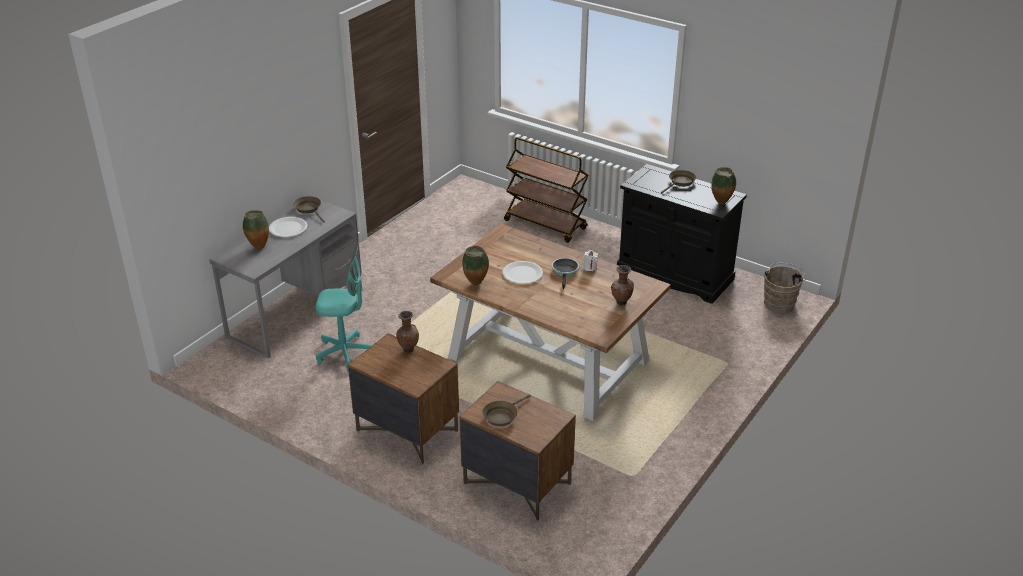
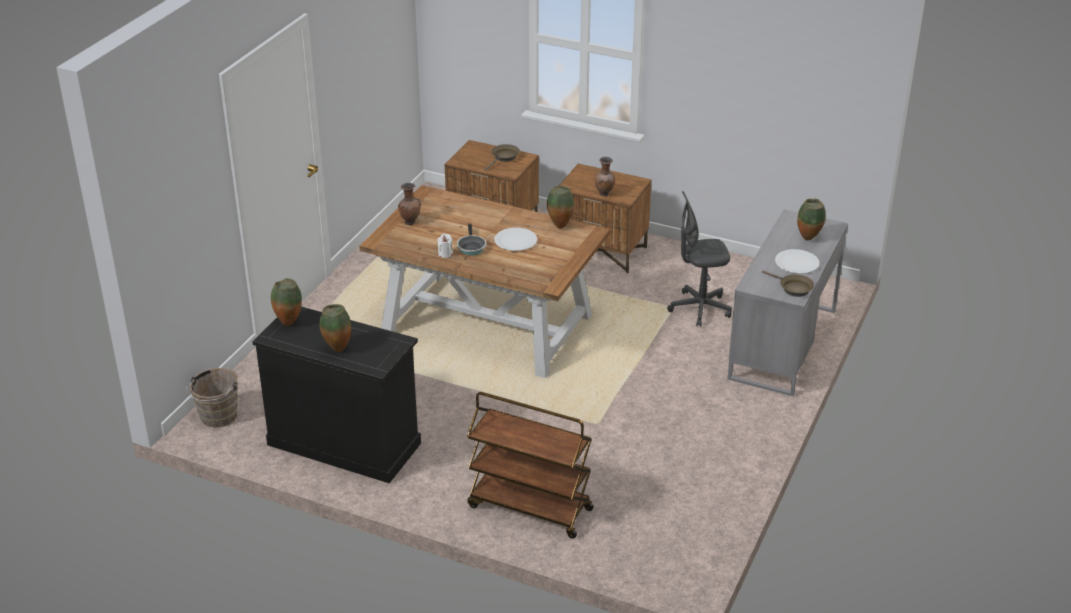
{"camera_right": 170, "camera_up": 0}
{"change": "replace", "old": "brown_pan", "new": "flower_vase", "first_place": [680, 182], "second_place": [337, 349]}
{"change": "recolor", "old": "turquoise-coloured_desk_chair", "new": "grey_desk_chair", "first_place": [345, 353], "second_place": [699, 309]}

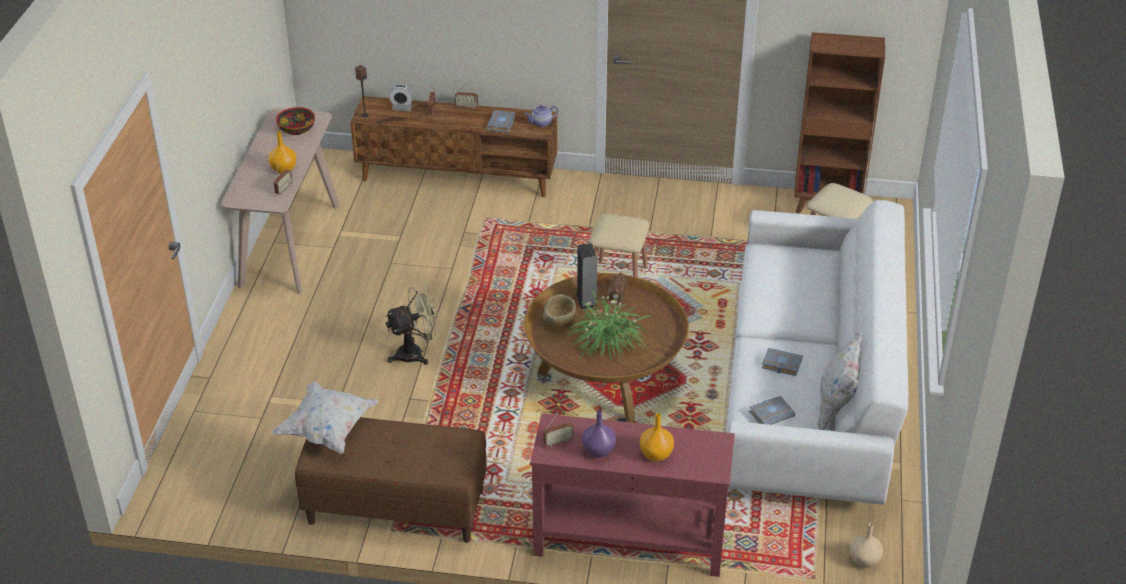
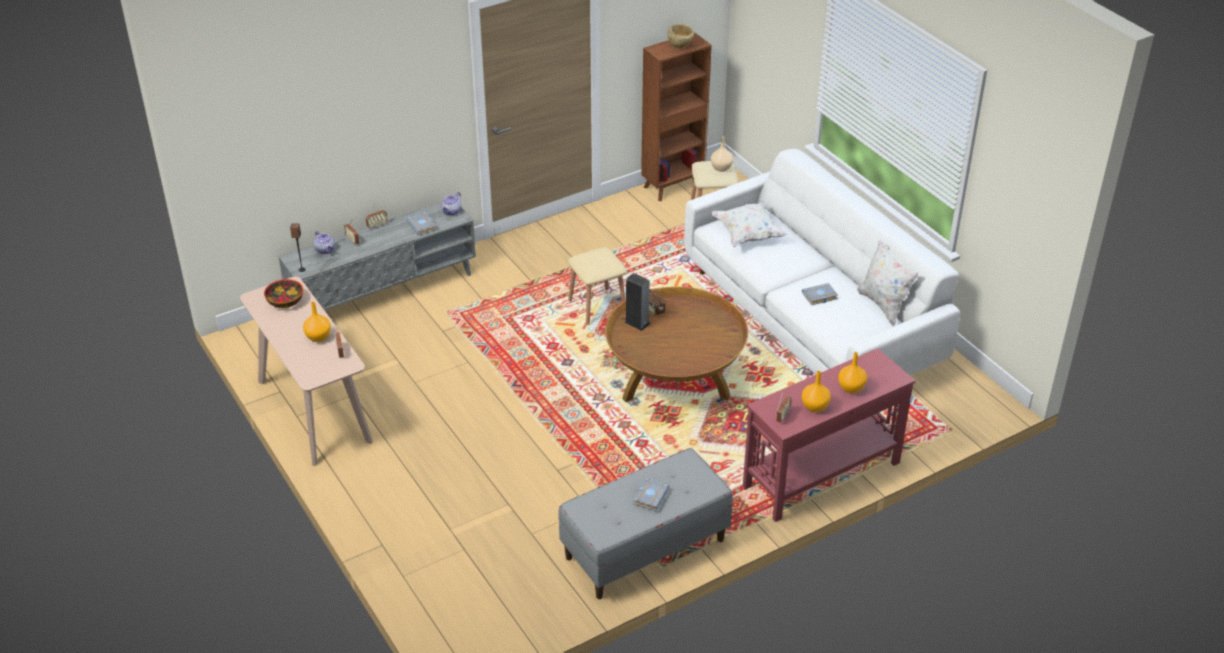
{"camera_right": -40, "camera_up": 0}
{"change": "replace", "old": "bedside_clock", "new": "teapot", "first_place": [402, 108], "second_place": [325, 250]}
{"change": "recolor", "old": "brown_tv_unit", "new": "grey_tv_unit", "first_place": [458, 176], "second_place": [384, 292]}
{"change": "delete", "old": "beige_cooling_fan", "first_place": [416, 353]}
{"change": "delete", "old": "plant_in_a_pot", "first_place": [607, 343]}
{"change": "move", "old": "beige_serving_bowl", "first_place": [559, 322], "second_place": [680, 45]}
{"change": "move", "old": "white_cushion", "first_place": [327, 429], "second_place": [747, 234]}
{"change": "move", "old": "grey_volume", "first_place": [771, 413], "second_place": [650, 496]}
{"change": "recolor", "old": "purplish_flower_vase", "new": "orange-coloured_flower_vase", "first_place": [598, 451], "second_place": [814, 407]}
{"change": "recolor", "old": "brown_indoor_bench", "new": "grey_indoor_bench", "first_place": [395, 507], "second_place": [645, 549]}
{"change": "move", "old": "beige_flower_vase", "first_place": [863, 560], "second_place": [721, 168]}

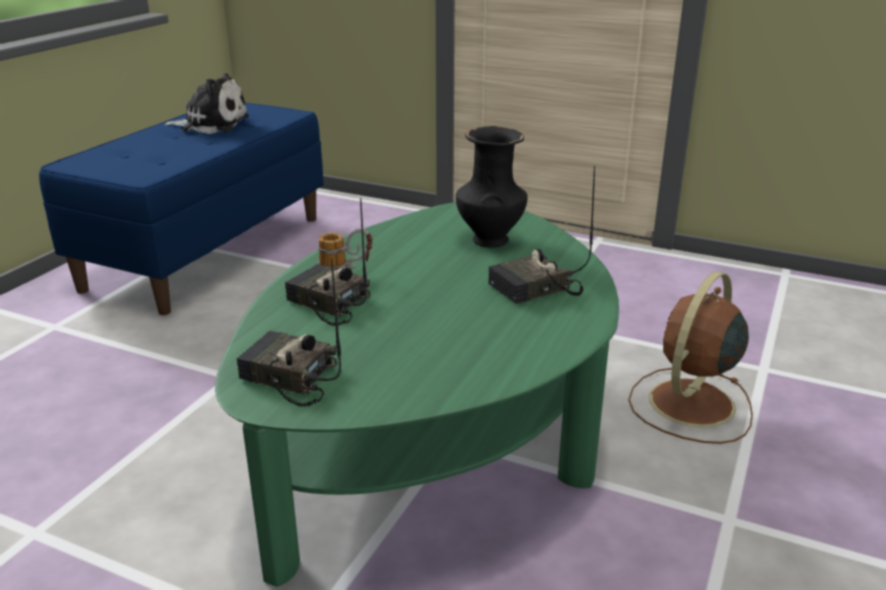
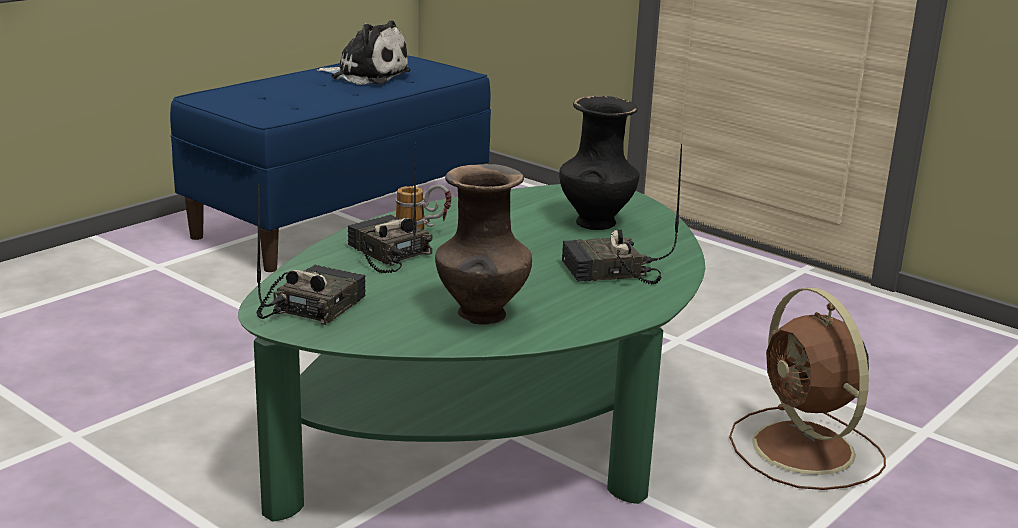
{"camera_right": 15, "camera_up": -5}
{"change": "rotate", "old": "radio_set", "first_place": [288, 378], "second_place": [311, 306], "degrees": 75}
{"change": "rotate", "old": "brown_cooling_fan", "first_place": [690, 405], "second_place": [806, 450], "degrees": -75}
{"change": "insert", "new": "brown_flower_vase", "second_place": [482, 316]}

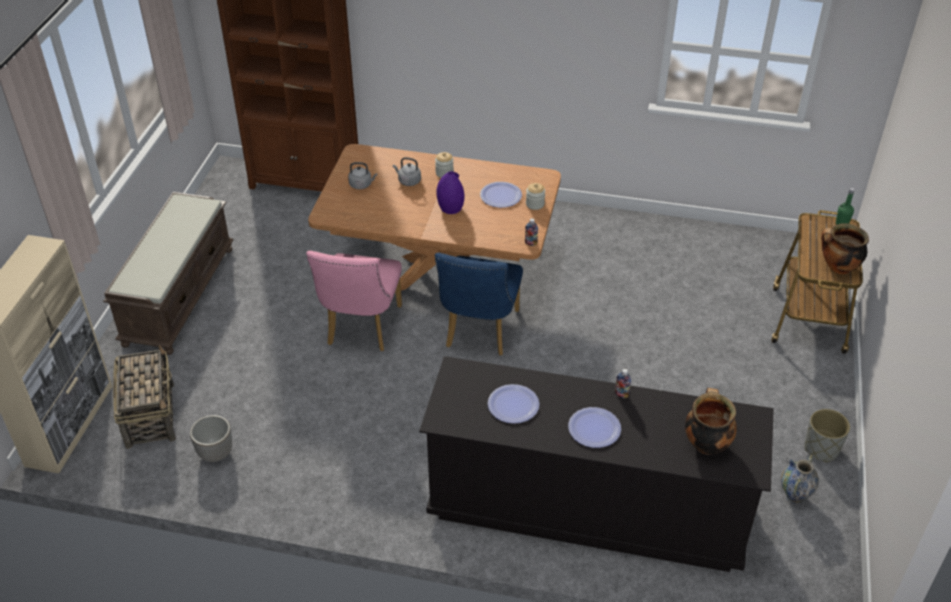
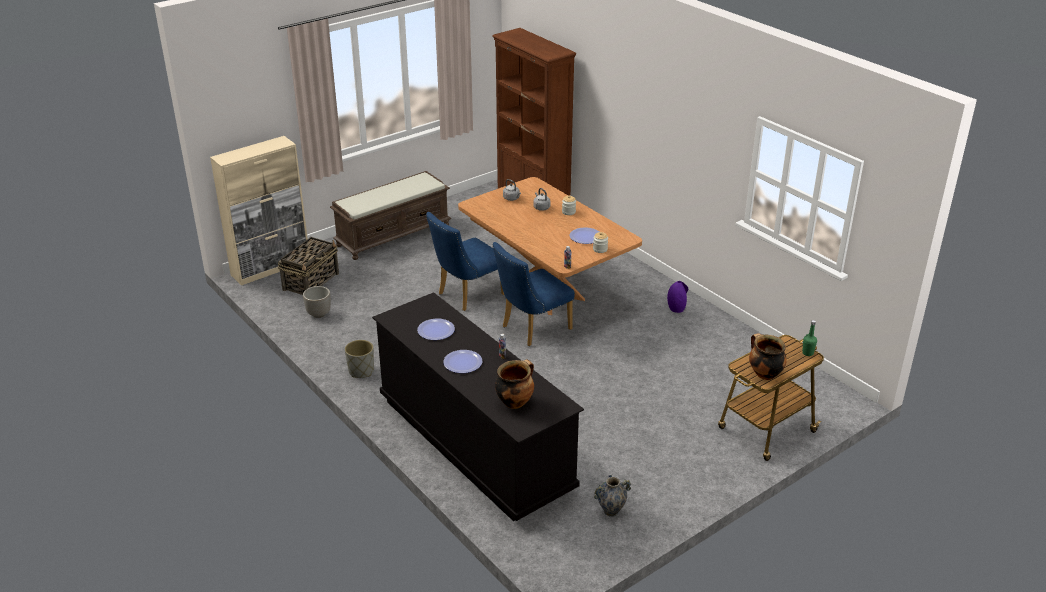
{"camera_right": 40, "camera_up": -10}
{"change": "move", "old": "purplish_flower_vase", "first_place": [450, 208], "second_place": [676, 308]}
{"change": "recolor", "old": "pink-coloured_chair", "new": "blue-coloured_chair", "first_place": [361, 329], "second_place": [466, 295]}
{"change": "move", "old": "grey_planter", "first_place": [822, 449], "second_place": [361, 371]}

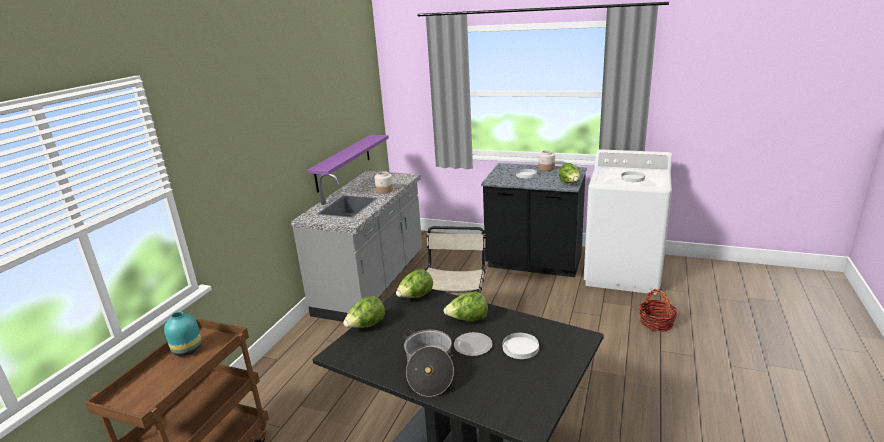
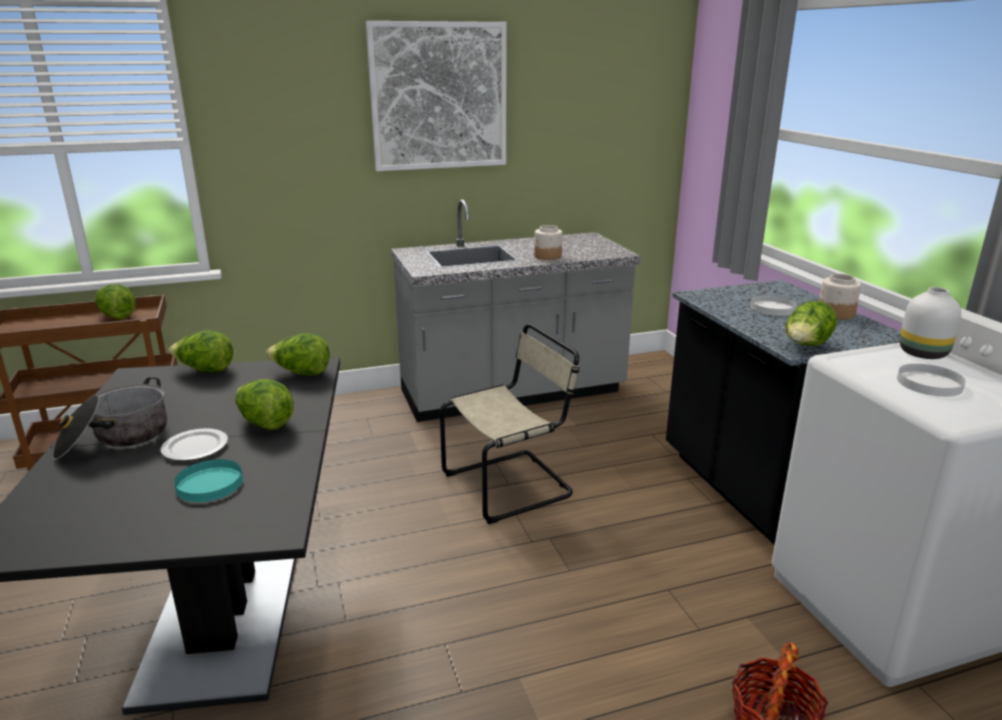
{"camera_right": 50, "camera_up": 0}
{"change": "delete", "old": "purplish_shelf", "first_place": [343, 162]}
{"change": "replace", "old": "turquoise-coloured_flower_vase", "new": "head_of_lettuce", "first_place": [188, 350], "second_place": [117, 316]}
{"change": "recolor", "old": "white_plate", "new": "turquoise-coloured_plate", "first_place": [520, 348], "second_place": [209, 484]}
{"change": "insert", "new": "picture", "second_place": [439, 96]}
{"change": "insert", "new": "white_flower_vase", "second_place": [922, 353]}

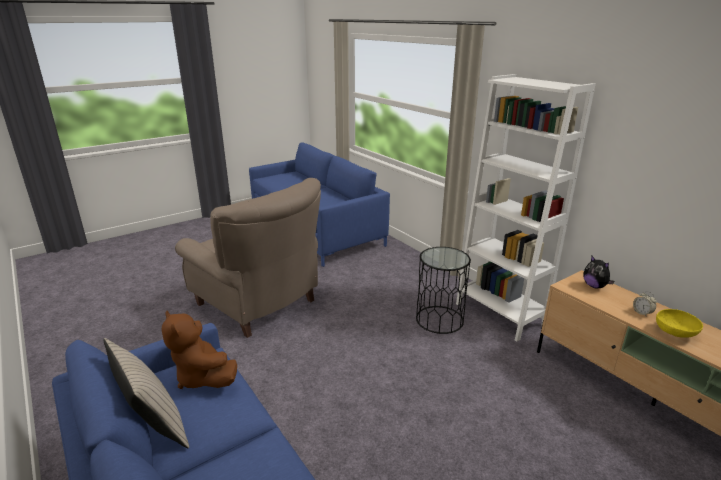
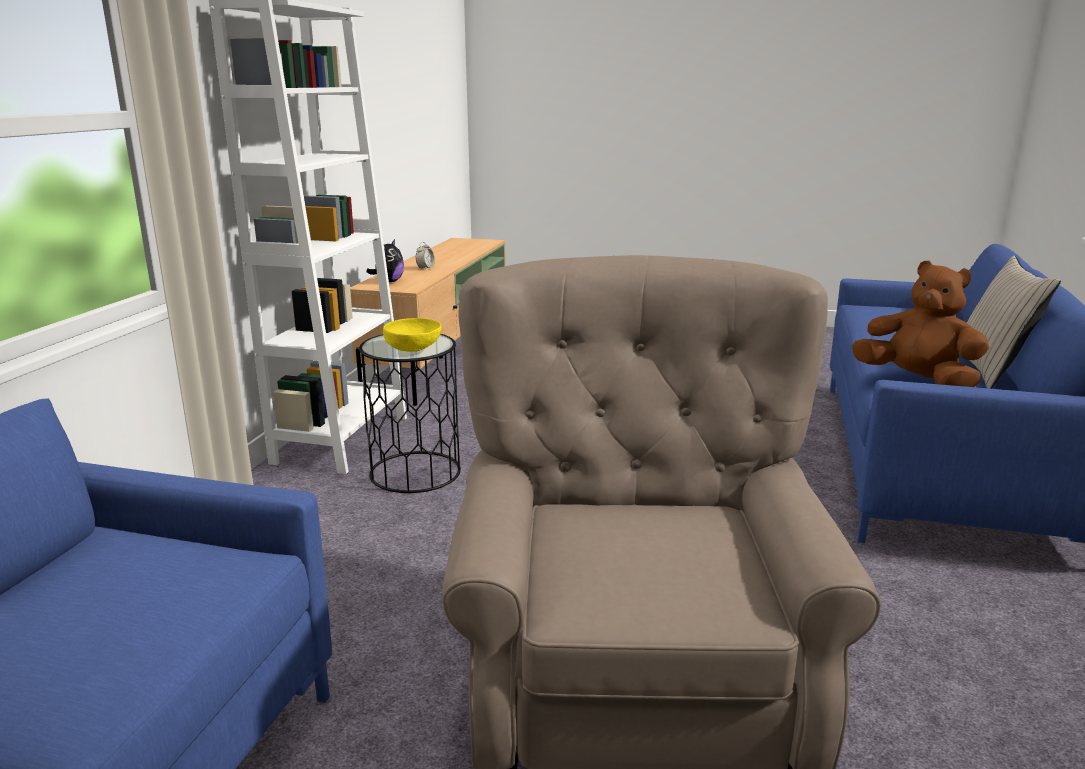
{"camera_right": -130, "camera_up": -5}
{"change": "move", "old": "yellow-coloured_serving_bowl", "first_place": [675, 333], "second_place": [414, 349]}
{"change": "rotate", "old": "brown_soft_toy", "first_place": [203, 377], "second_place": [917, 381], "degrees": -60}

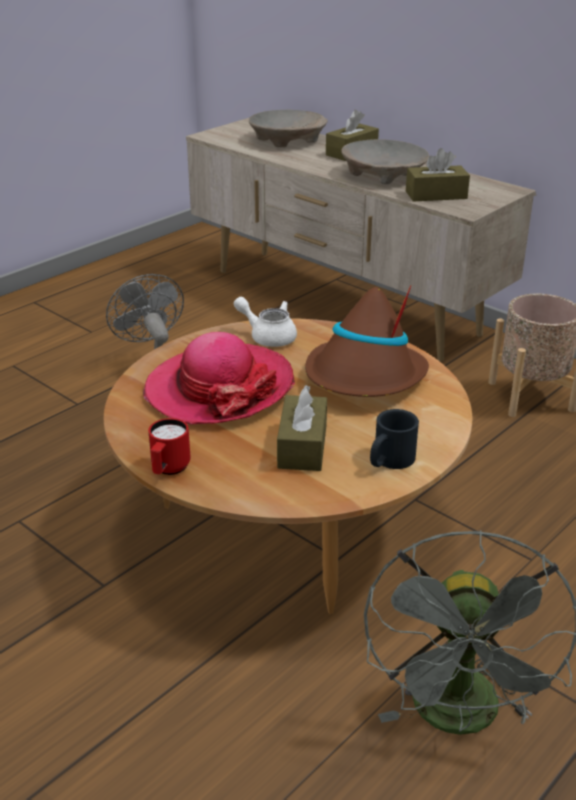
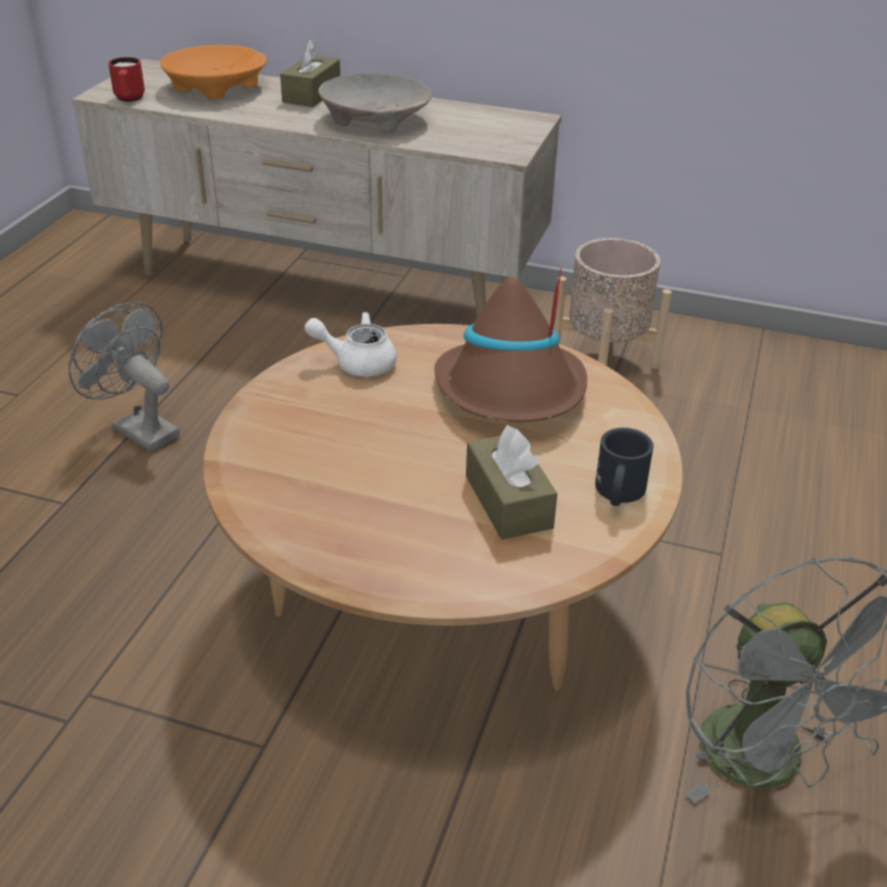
{"camera_right": -25, "camera_up": 5}
{"change": "recolor", "old": "beige_serving_bowl", "new": "orange-coloured_serving_bowl", "first_place": [287, 139], "second_place": [215, 87]}
{"change": "delete", "old": "brown_tissue_box", "first_place": [436, 195]}
{"change": "delete", "old": "wearable_hat", "first_place": [219, 388]}
{"change": "move", "old": "red_tea_mug", "first_place": [168, 470], "second_place": [129, 99]}

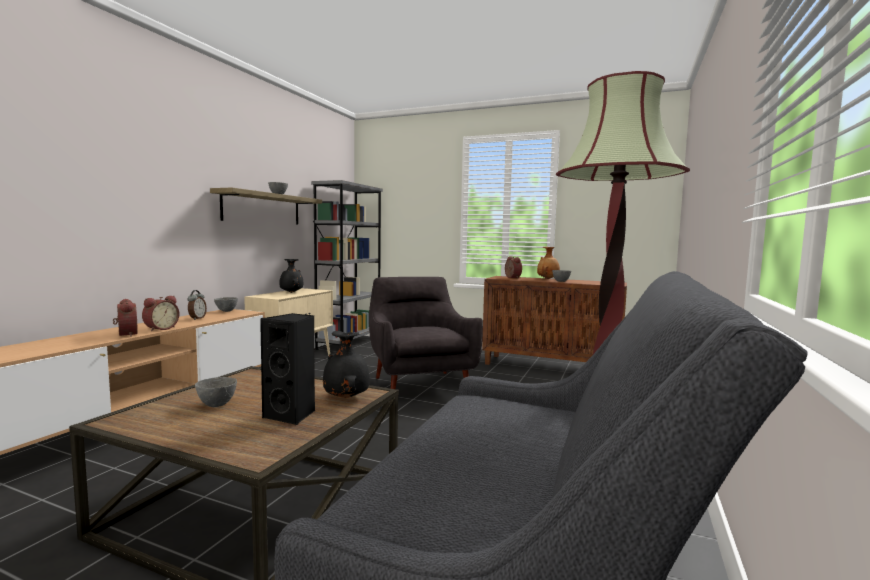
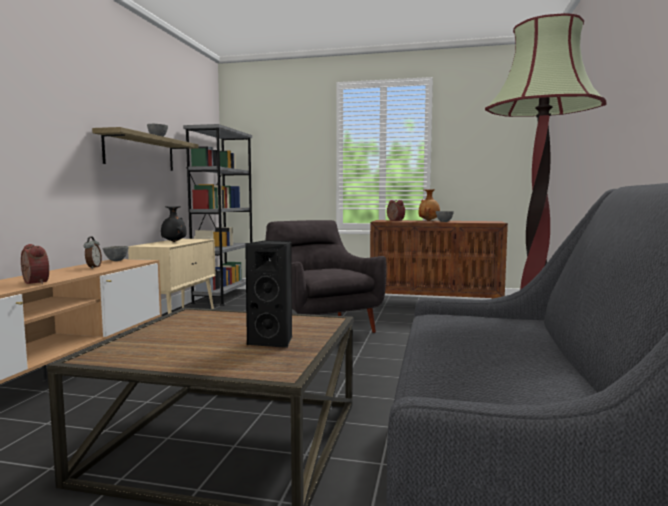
{"camera_right": -10, "camera_up": 0}
{"change": "delete", "old": "bedside_clock", "first_place": [160, 329]}
{"change": "delete", "old": "black_flower_vase", "first_place": [347, 397]}
{"change": "delete", "old": "grey_serving_bowl", "first_place": [216, 405]}

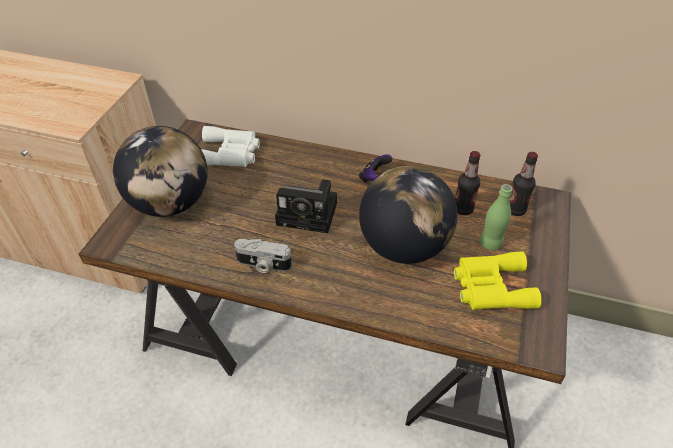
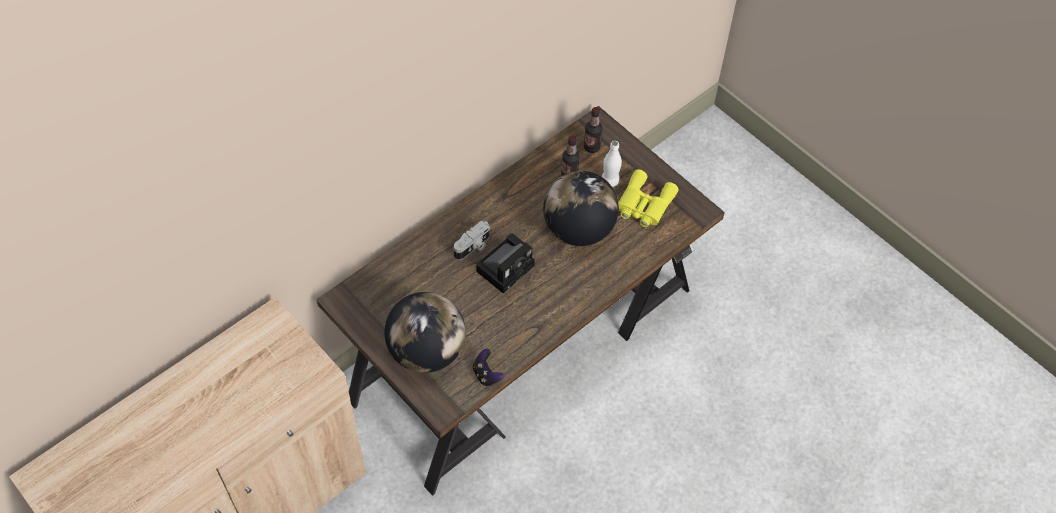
{"camera_right": -60, "camera_up": 10}
{"change": "delete", "old": "white_field_glasses", "first_place": [229, 153]}
{"change": "move", "old": "joypad", "first_place": [373, 177], "second_place": [486, 375]}
{"change": "recolor", "old": "green_beverage_bottle", "new": "white_beverage_bottle", "first_place": [490, 243], "second_place": [610, 181]}
{"change": "move", "old": "still_camera", "first_place": [263, 265], "second_place": [473, 247]}

